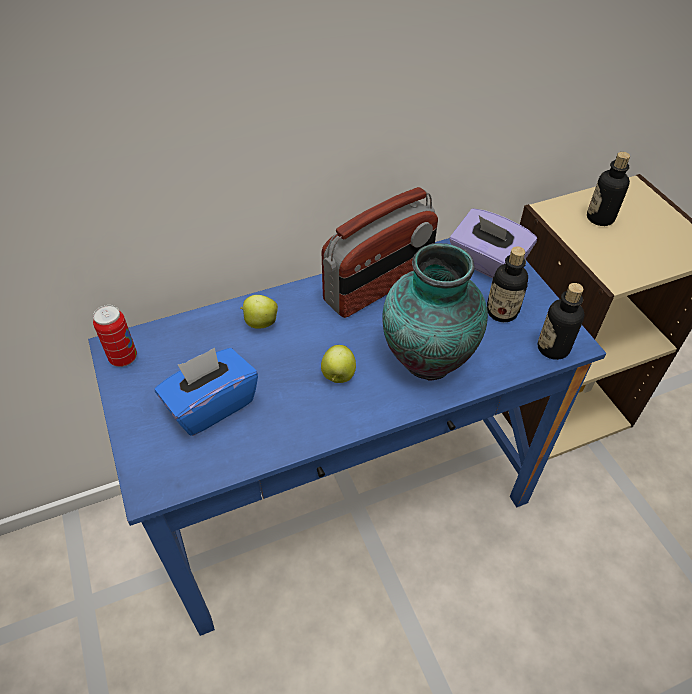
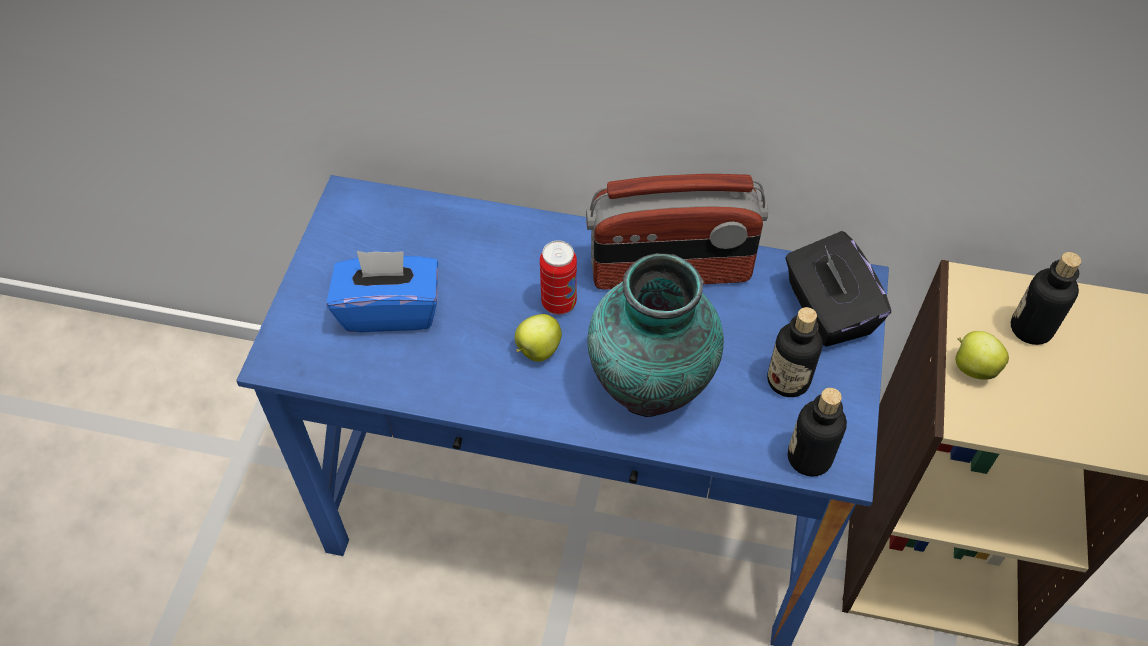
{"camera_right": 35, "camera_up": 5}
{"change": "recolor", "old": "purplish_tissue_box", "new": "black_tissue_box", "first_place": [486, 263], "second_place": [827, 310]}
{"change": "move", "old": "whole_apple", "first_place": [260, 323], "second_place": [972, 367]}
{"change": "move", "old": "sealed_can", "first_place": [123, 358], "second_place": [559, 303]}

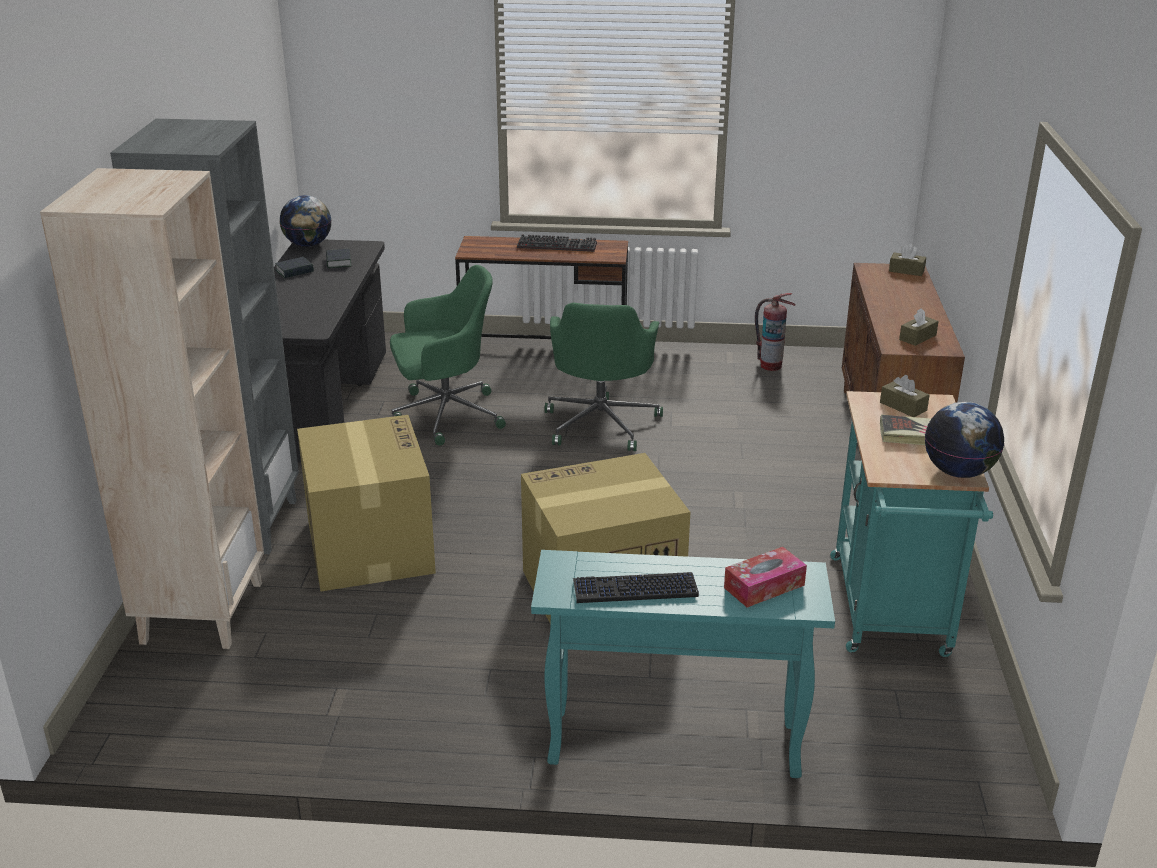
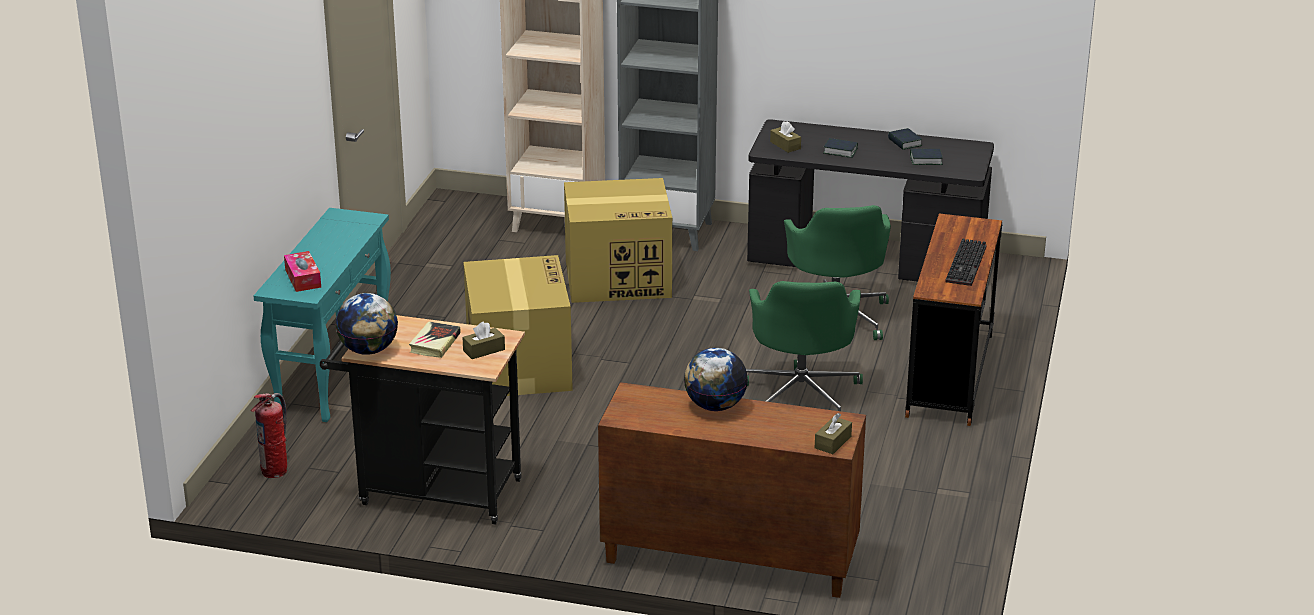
{"camera_right": 100, "camera_up": 0}
{"change": "move", "old": "world_globe", "first_place": [308, 245], "second_place": [715, 406]}
{"change": "move", "old": "extinguisher", "first_place": [770, 365], "second_place": [275, 471]}
{"change": "rotate", "old": "green_desk_chair", "first_place": [601, 423], "second_place": [801, 394], "degrees": -105}
{"change": "move", "old": "brown_tissue_box", "first_place": [917, 337], "second_place": [785, 145]}
{"change": "recolor", "old": "turquoise-coloured_wheeled_cart", "new": "black_wheeled_cart", "first_place": [891, 613], "second_place": [431, 491]}
{"change": "delete", "old": "PC_keyboard", "first_place": [635, 589]}
{"change": "insert", "new": "volume", "second_place": [840, 151]}

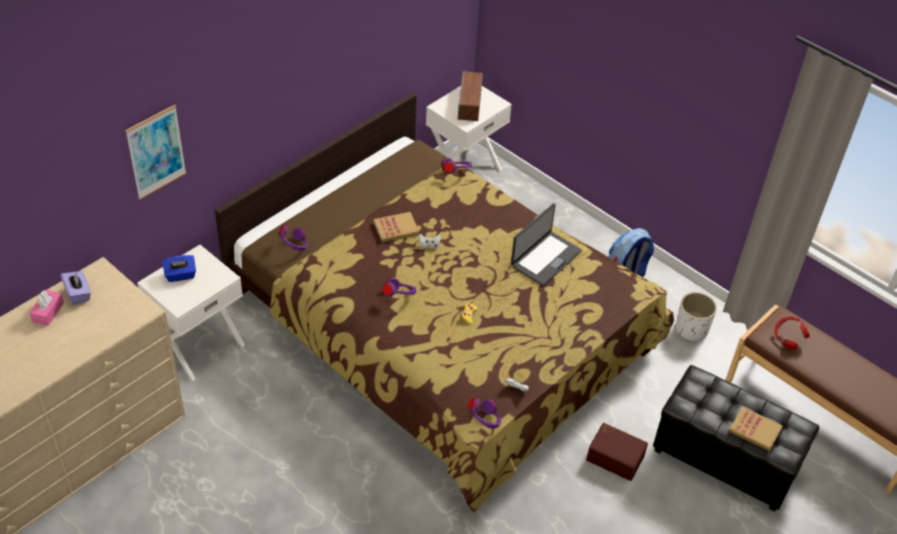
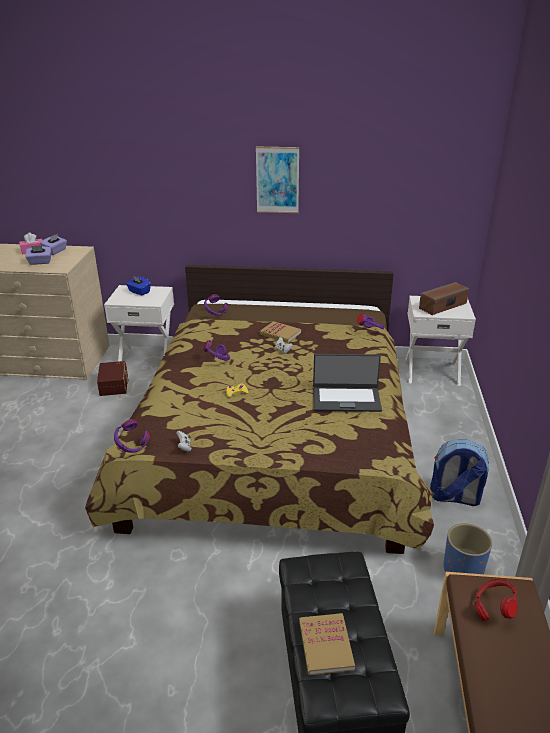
{"camera_right": 55, "camera_up": -15}
{"change": "move", "old": "picture", "first_place": [156, 152], "second_place": [277, 180]}
{"change": "recolor", "old": "white_planter", "new": "blue-coloured_planter", "first_place": [691, 330], "second_place": [462, 570]}
{"change": "move", "old": "brown_storage_container", "first_place": [615, 457], "second_place": [115, 385]}
{"change": "insert", "new": "purplish_tissue_box", "second_place": [40, 262]}

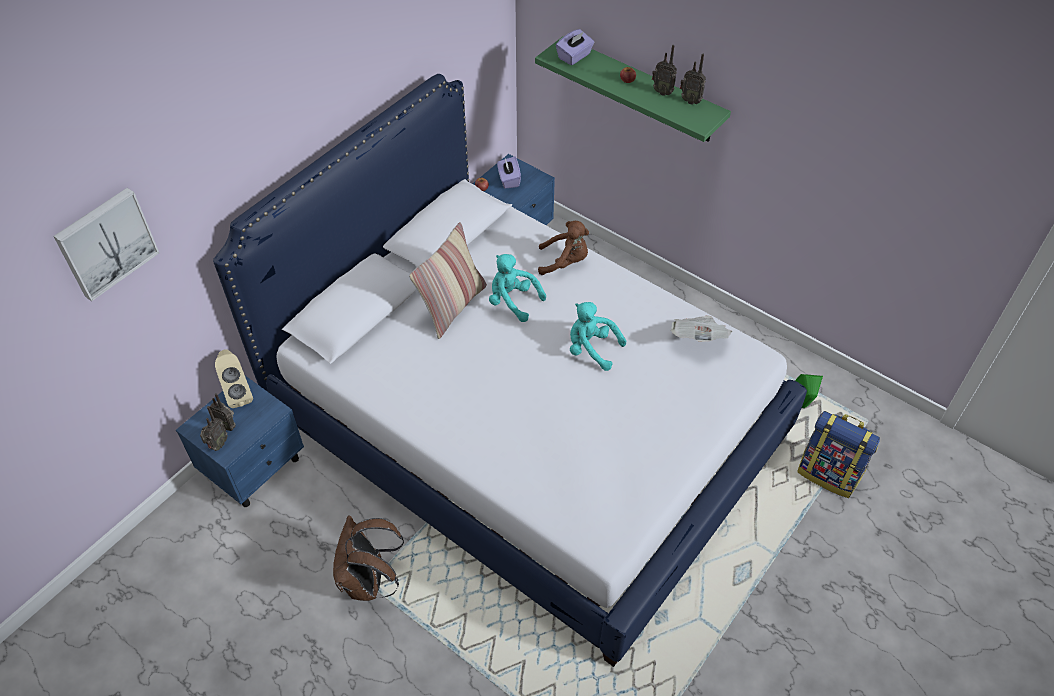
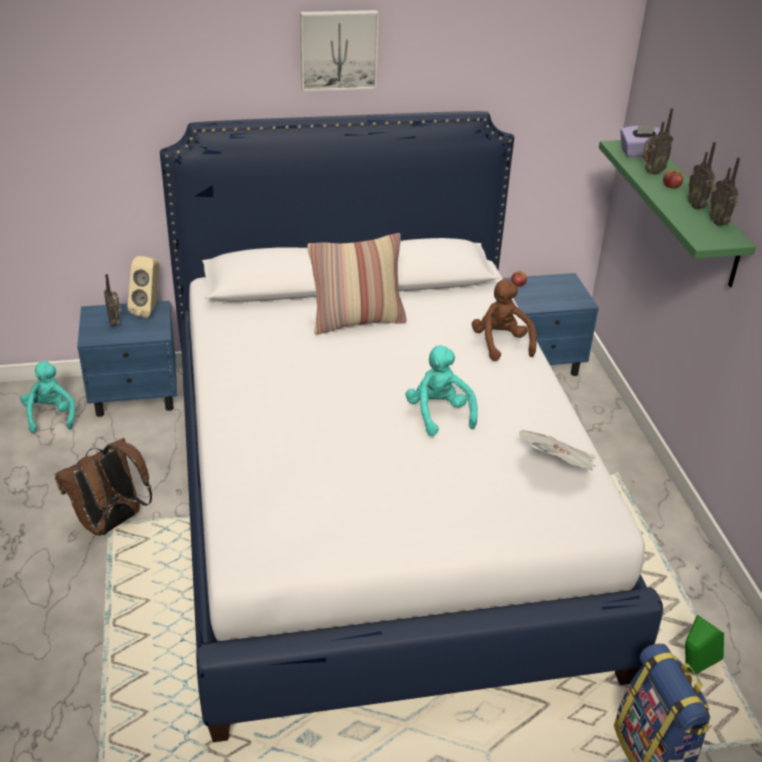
{"camera_right": 40, "camera_up": -15}
{"change": "delete", "old": "purplish_tissue_box", "first_place": [509, 180]}
{"change": "move", "old": "picture", "first_place": [105, 242], "second_place": [338, 49]}
{"change": "rotate", "old": "brown_soft_toy", "first_place": [565, 262], "second_place": [501, 343], "degrees": -150}
{"change": "move", "old": "turquoise-coloured_soft_toy", "first_place": [512, 301], "second_place": [50, 416]}
{"change": "move", "old": "radio_set", "first_place": [217, 445], "second_place": [651, 172]}

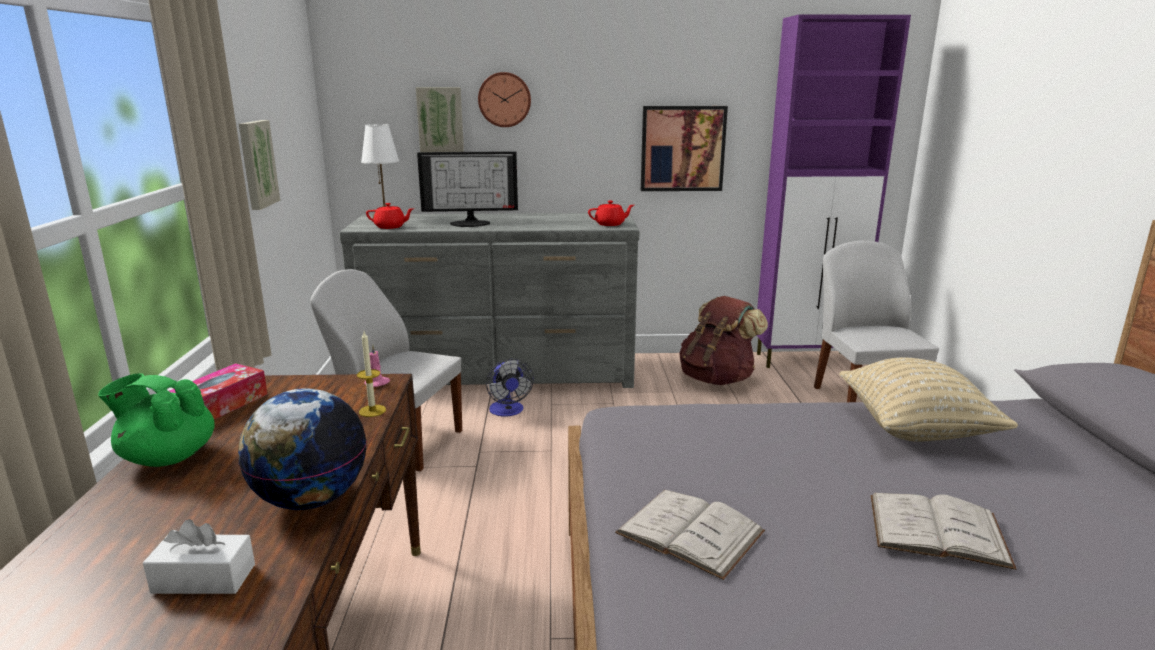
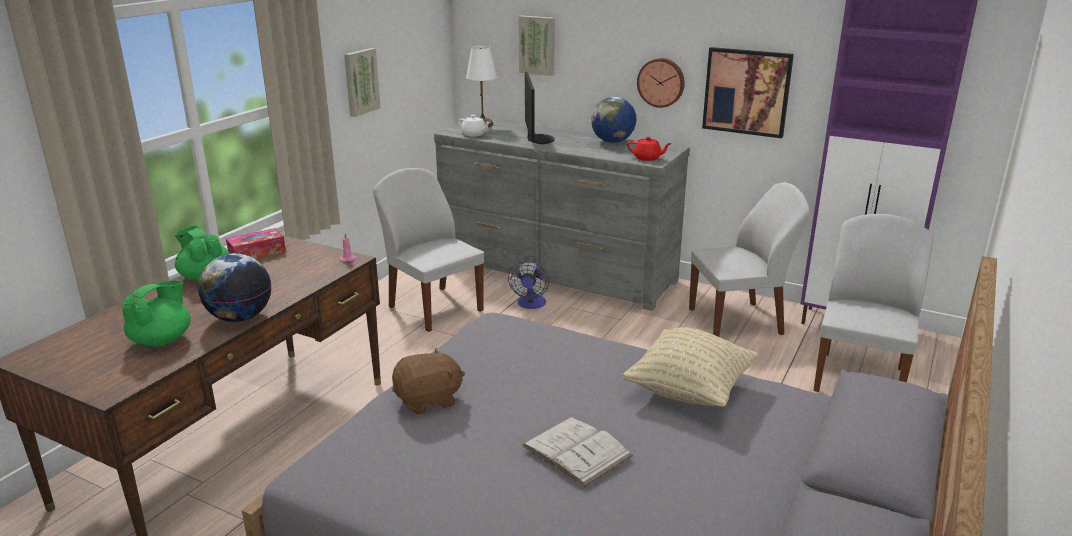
{"camera_right": 30, "camera_up": 5}
{"change": "move", "old": "hanging_clock", "first_place": [504, 99], "second_place": [661, 82]}
{"change": "rotate", "old": "monitor", "first_place": [471, 223], "second_place": [538, 139], "degrees": -120}
{"change": "recolor", "old": "red_teapot", "new": "white_teapot", "first_place": [390, 227], "second_place": [474, 134]}
{"change": "replace", "old": "brown_knapsack", "new": "white_chair", "first_place": [717, 379], "second_place": [738, 321]}
{"change": "delete", "old": "wax_candle", "first_place": [372, 411]}
{"change": "replace", "old": "white_volume", "new": "brown_soft_toy", "first_place": [690, 532], "second_place": [428, 400]}
{"change": "replace", "old": "white_tissue_box", "new": "green_teapot", "first_place": [204, 579], "second_place": [162, 340]}
{"change": "insert", "new": "world_globe", "second_place": [612, 142]}

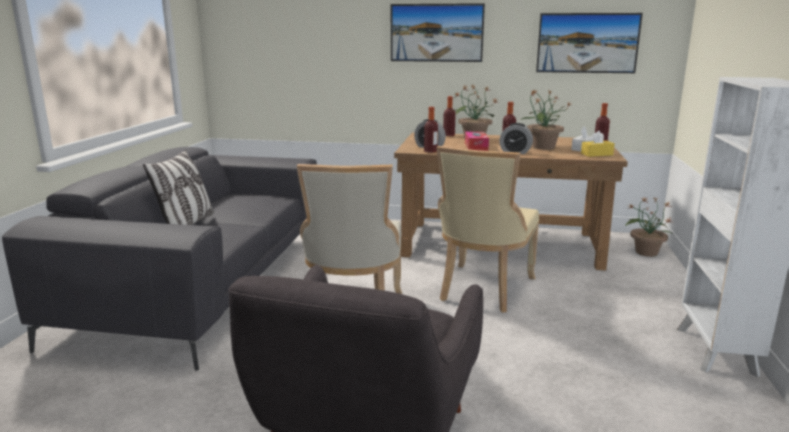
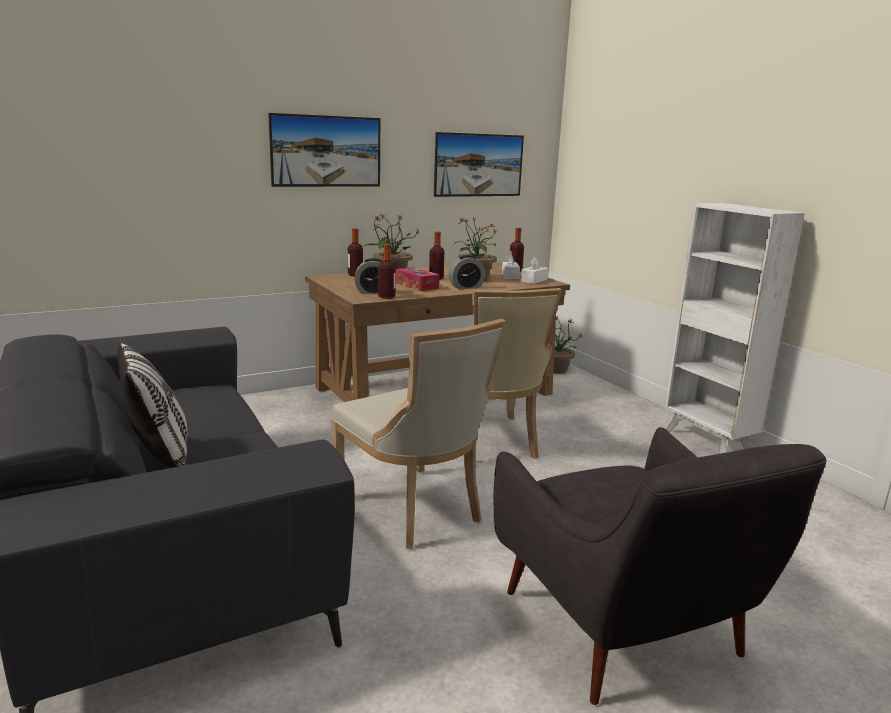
{"camera_right": -40, "camera_up": 0}
{"change": "recolor", "old": "yellow-coloured_tissue_box", "new": "white_tissue_box", "first_place": [596, 154], "second_place": [534, 280]}

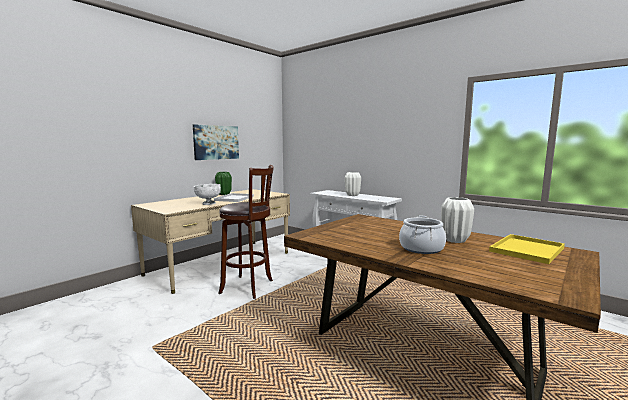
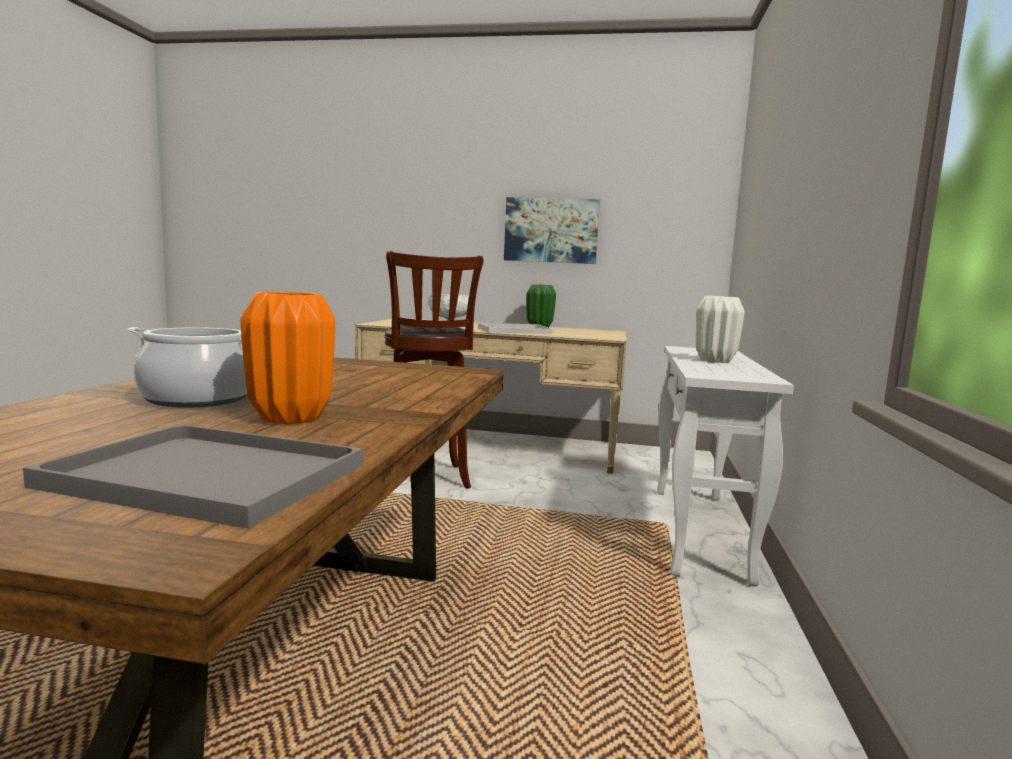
{"camera_right": 60, "camera_up": 0}
{"change": "recolor", "old": "white_flower_vase", "new": "orange-coloured_flower_vase", "first_place": [455, 240], "second_place": [292, 418]}
{"change": "recolor", "old": "yellow-coloured_serving_tray", "new": "grey_serving_tray", "first_place": [526, 249], "second_place": [215, 475]}

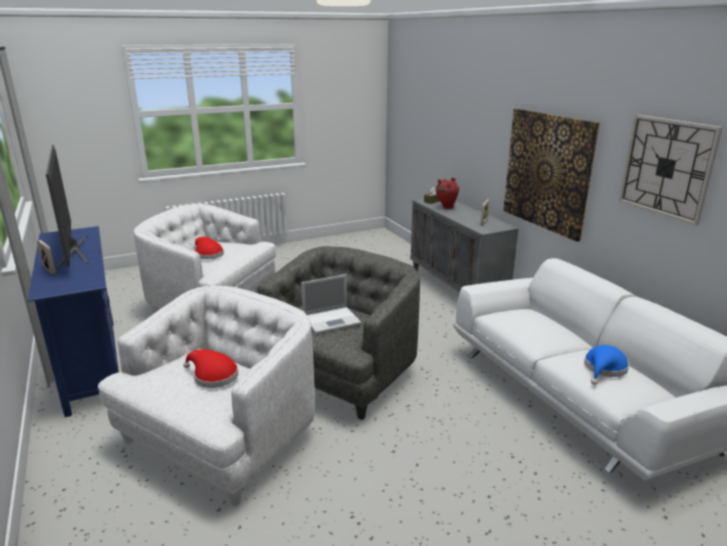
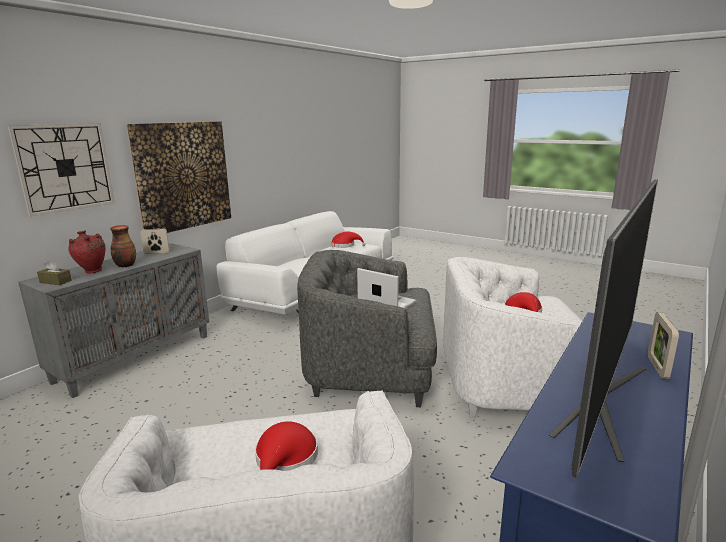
{"camera_right": -120, "camera_up": -5}
{"change": "move", "old": "hanging_clock", "first_place": [666, 167], "second_place": [65, 167]}
{"change": "recolor", "old": "blue-coloured_wearable_hat", "new": "red_wearable_hat", "first_place": [604, 369], "second_place": [345, 245]}
{"change": "insert", "new": "flower_vase", "second_place": [125, 265]}

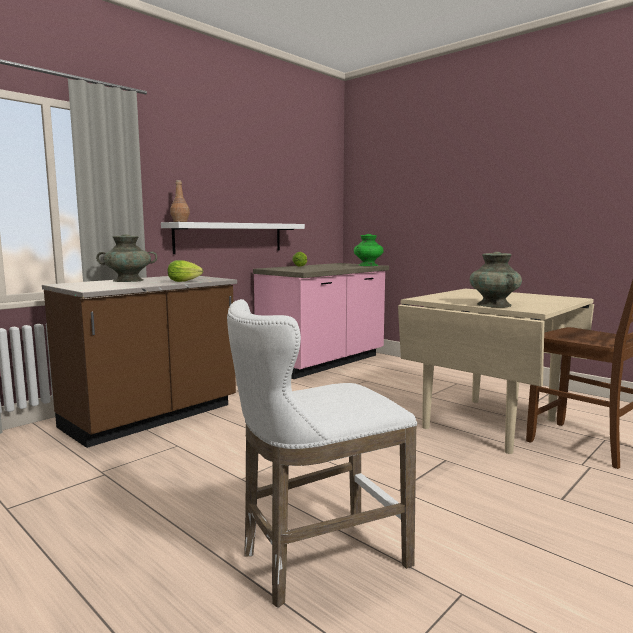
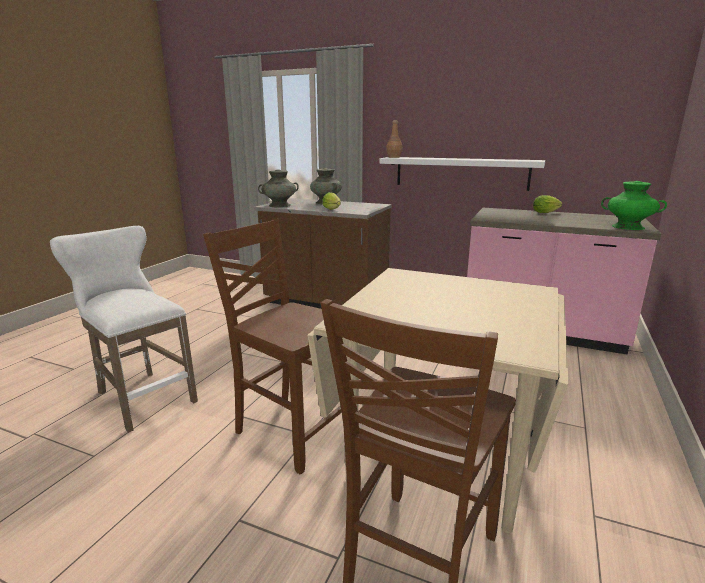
{"camera_right": 70, "camera_up": 10}
{"change": "move", "old": "turquoise-coloured_flower_vase", "first_place": [494, 305], "second_place": [279, 205]}
{"change": "insert", "new": "brown_chair", "second_place": [292, 430]}

